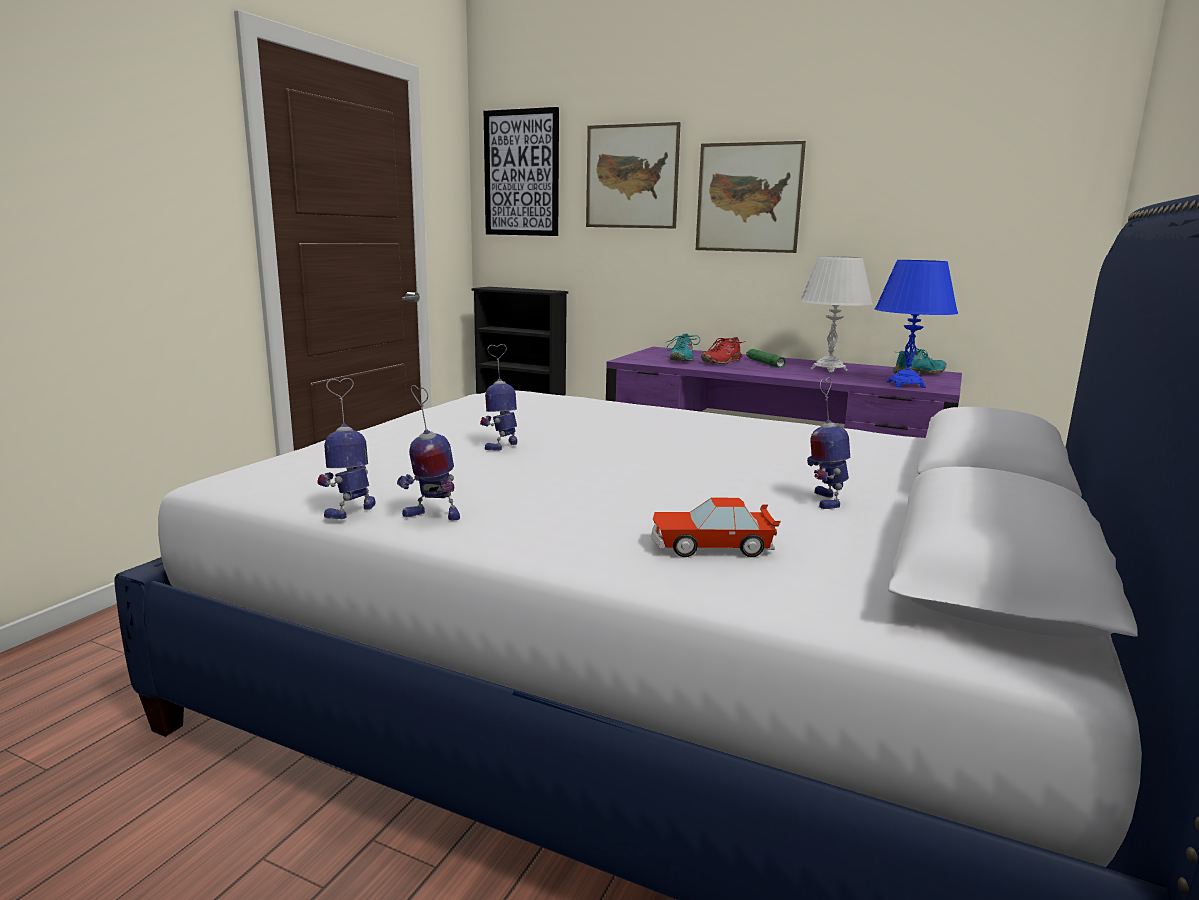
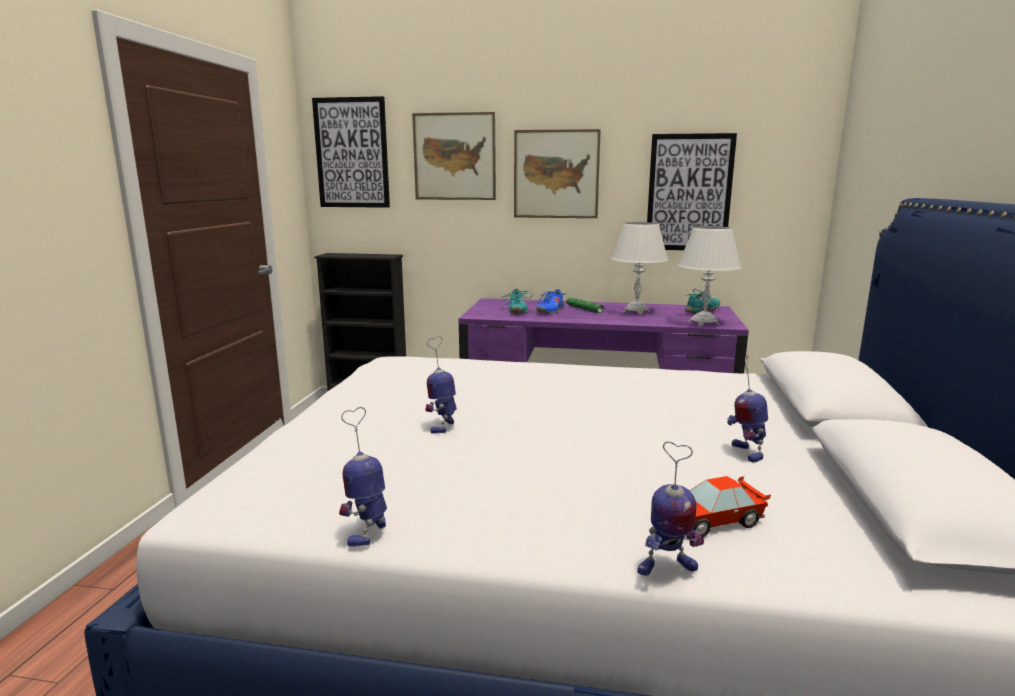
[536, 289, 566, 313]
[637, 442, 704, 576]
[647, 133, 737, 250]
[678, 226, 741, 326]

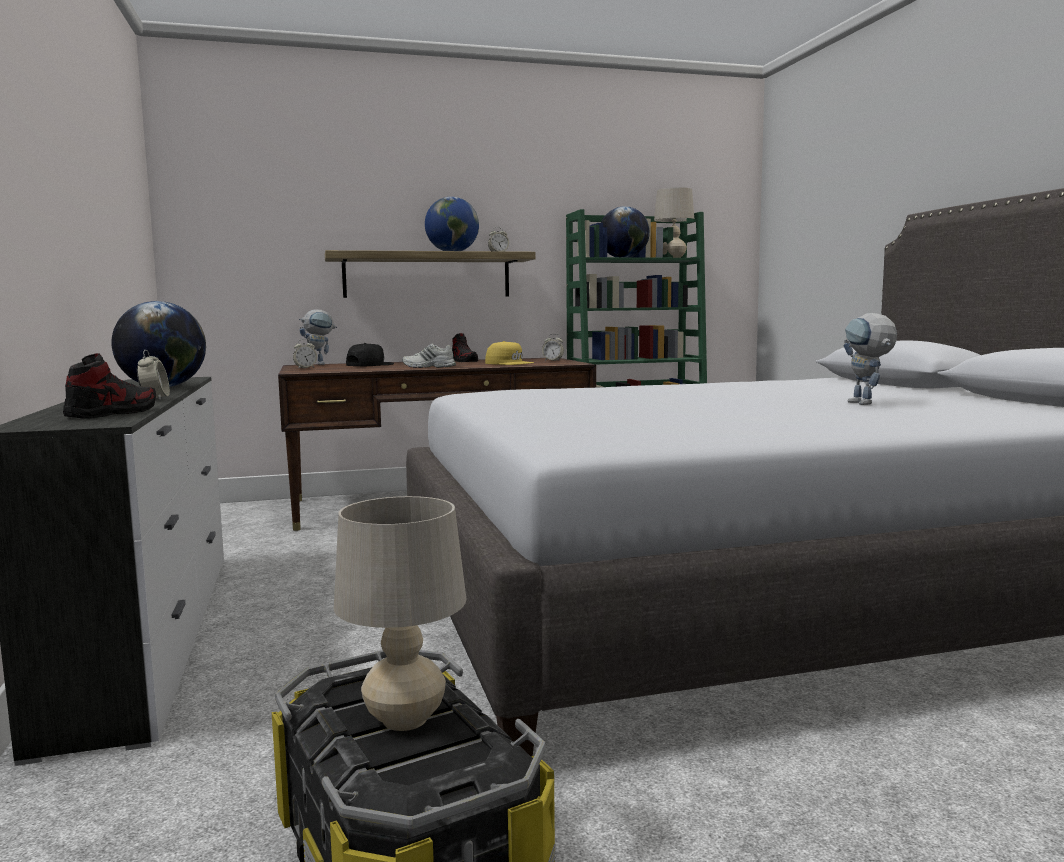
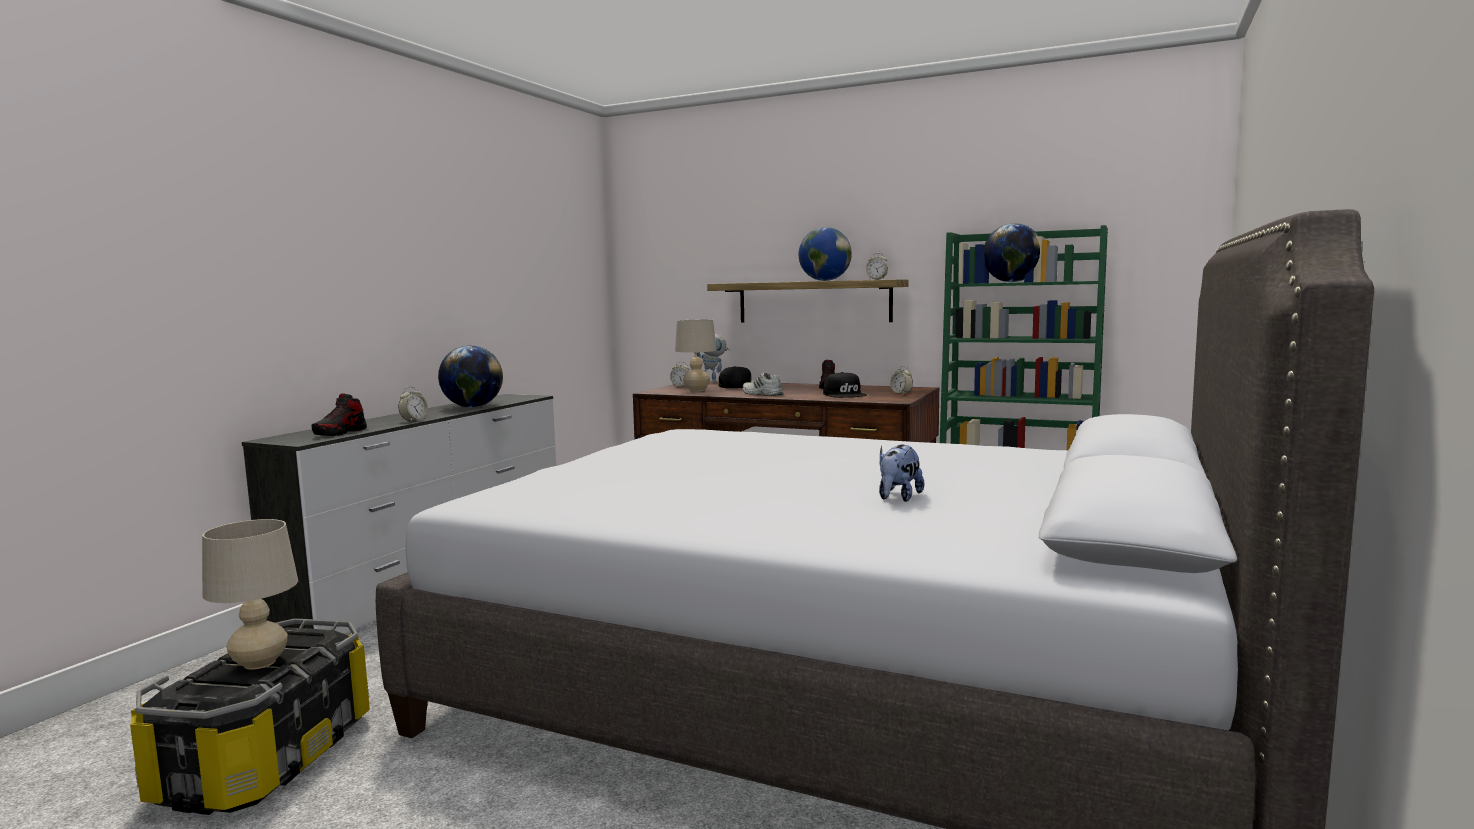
[312, 393, 367, 436]
[675, 319, 717, 392]
[823, 372, 867, 398]
[879, 444, 924, 502]

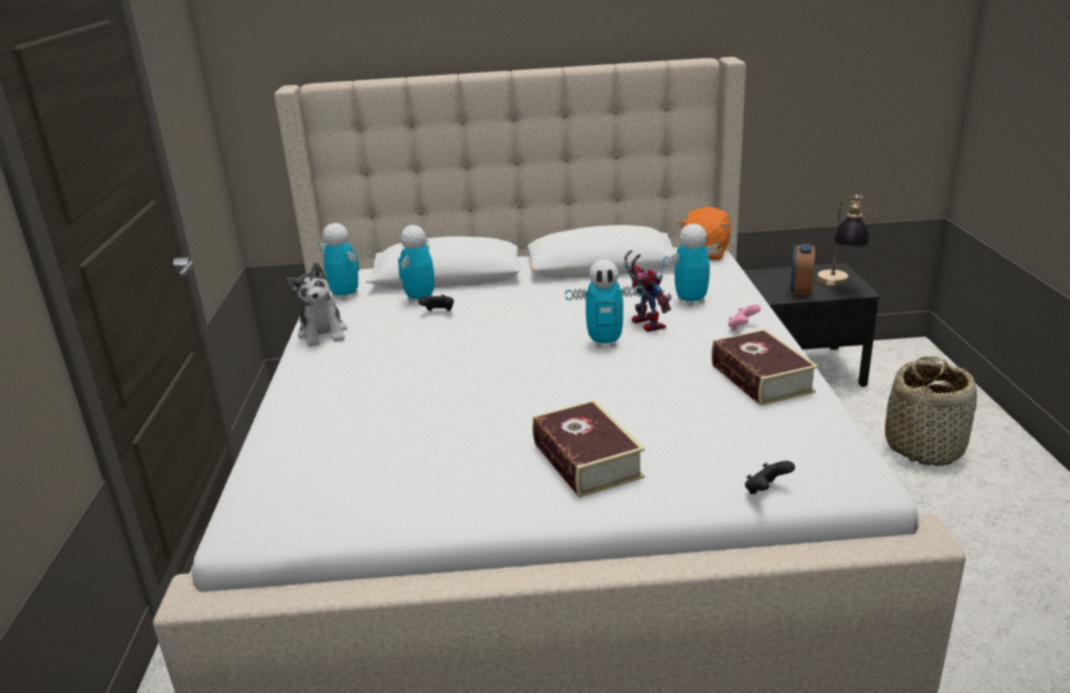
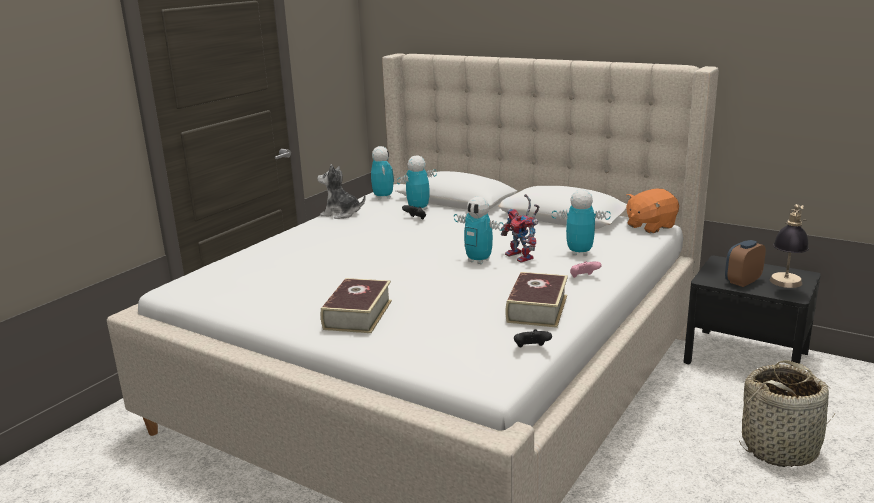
[317, 164, 366, 219]
[501, 194, 539, 263]
[514, 329, 552, 347]

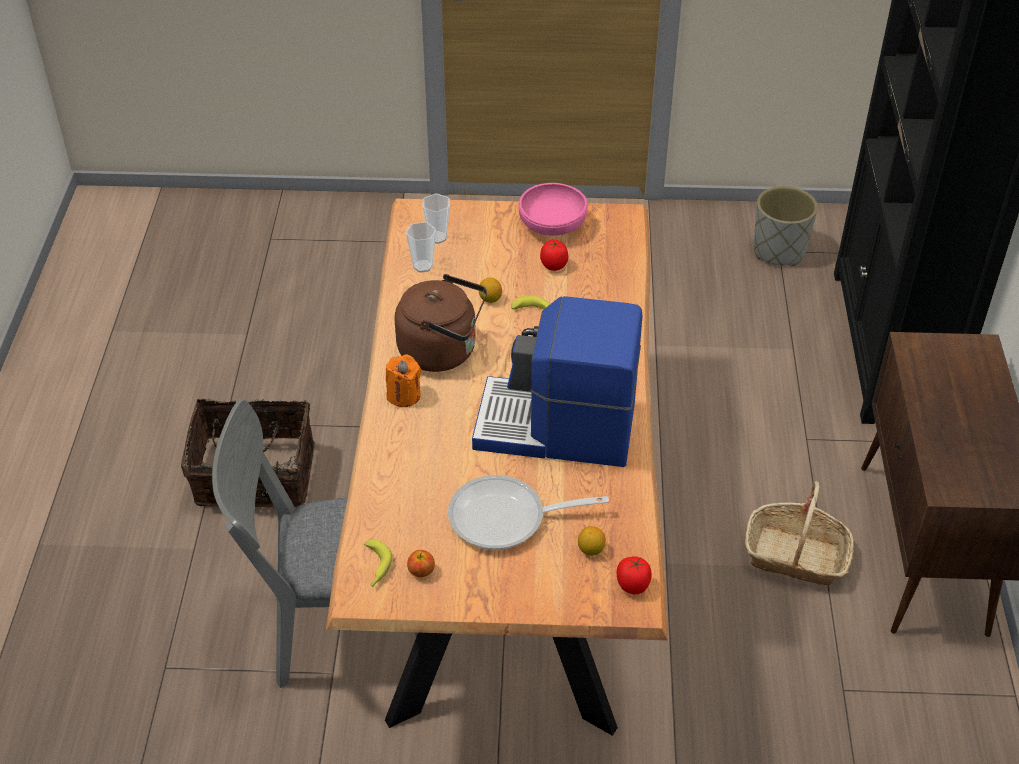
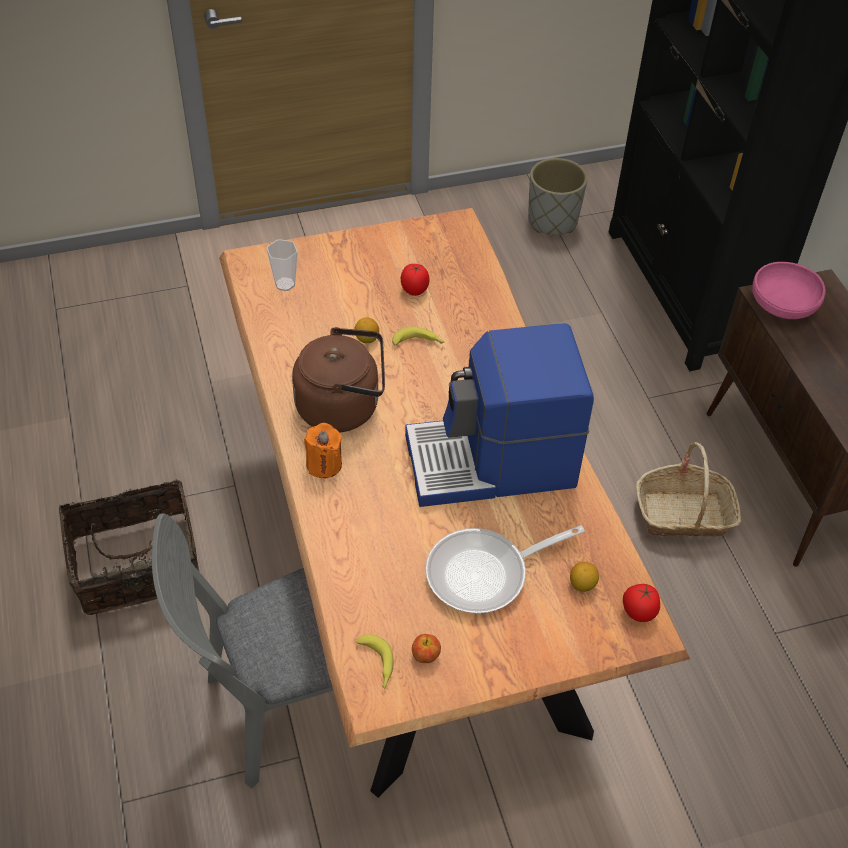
[752, 262, 826, 319]
[406, 222, 436, 273] (first image)

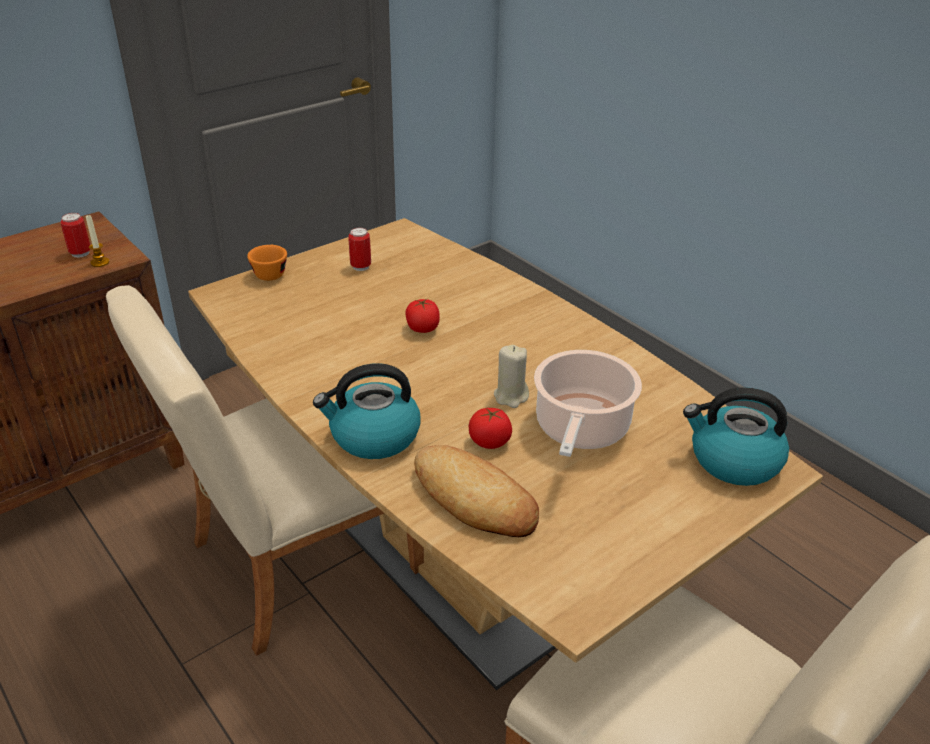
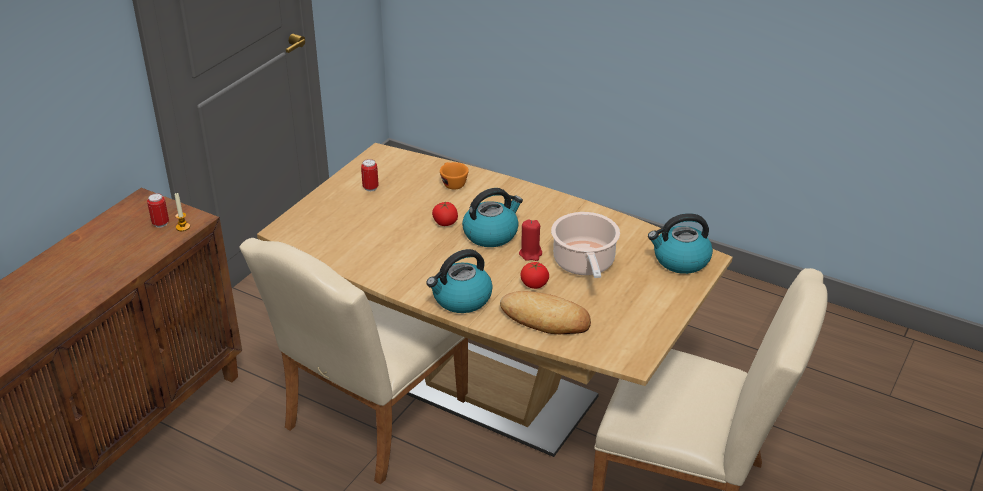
[440, 162, 469, 190]
[462, 188, 523, 247]
[519, 220, 542, 261]

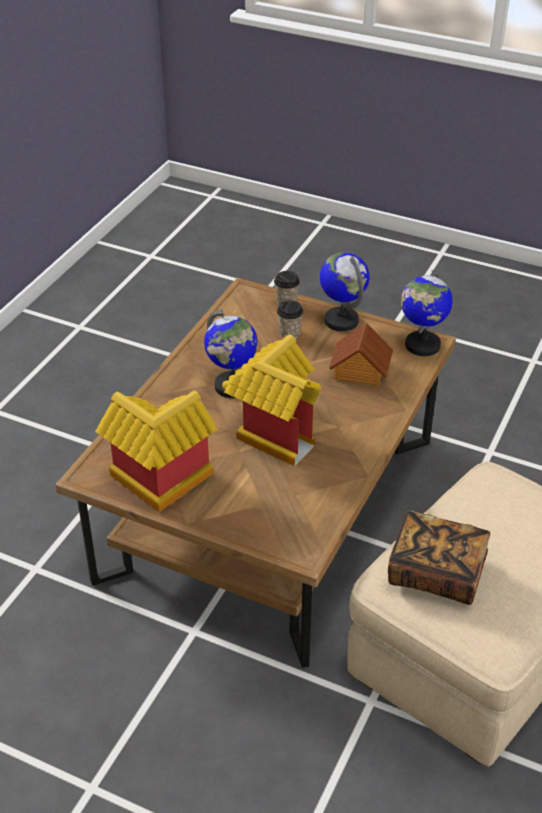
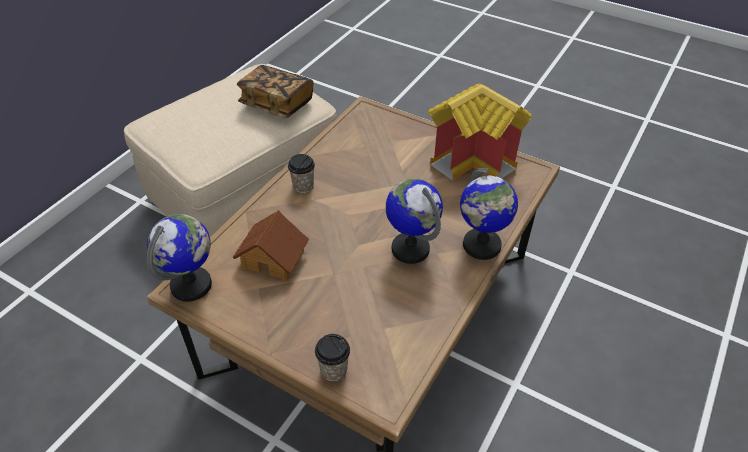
[288, 154, 315, 193]
[460, 168, 518, 260]
[222, 334, 321, 466] (first image)

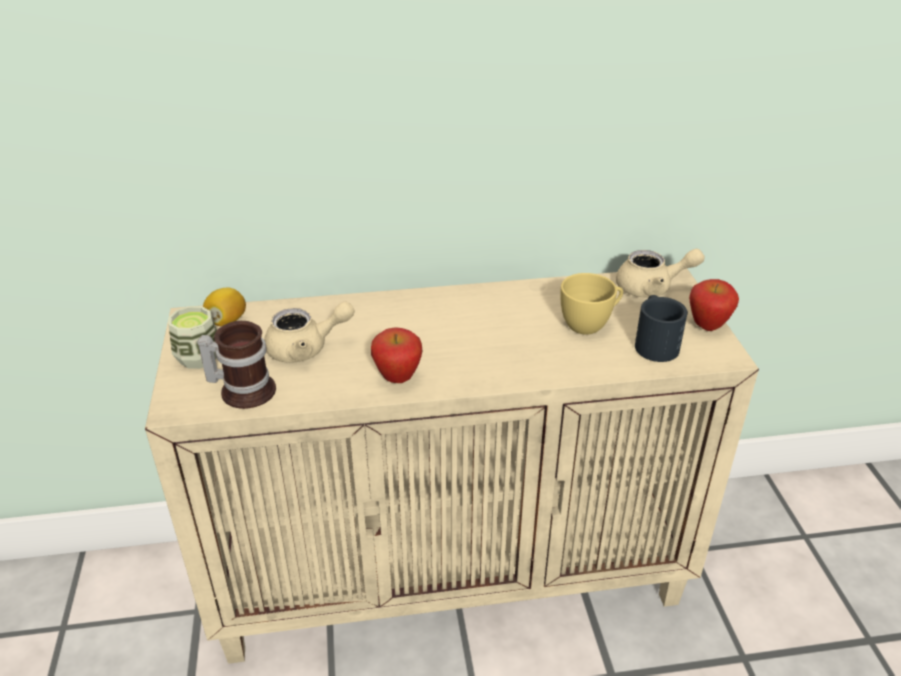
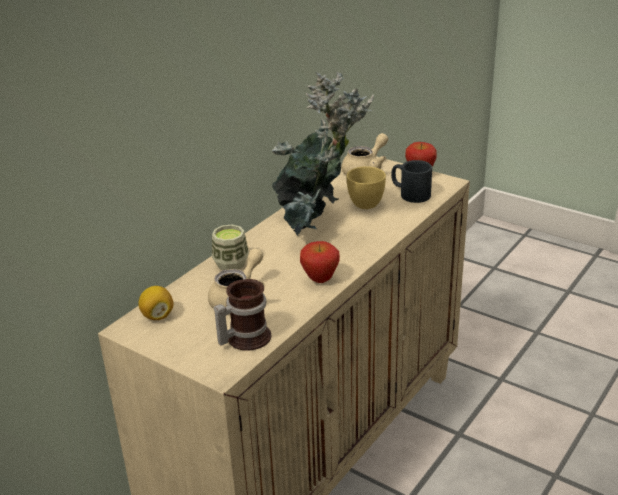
[212, 225, 249, 270]
[272, 72, 374, 236]

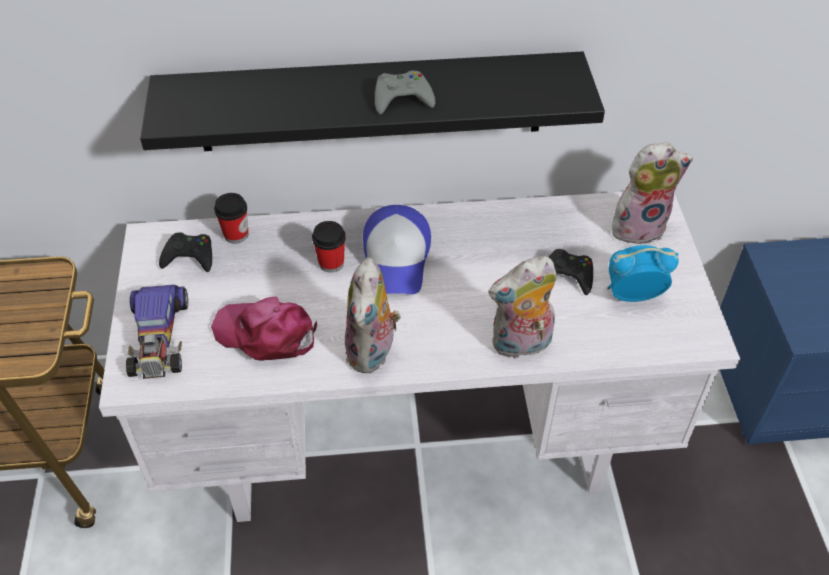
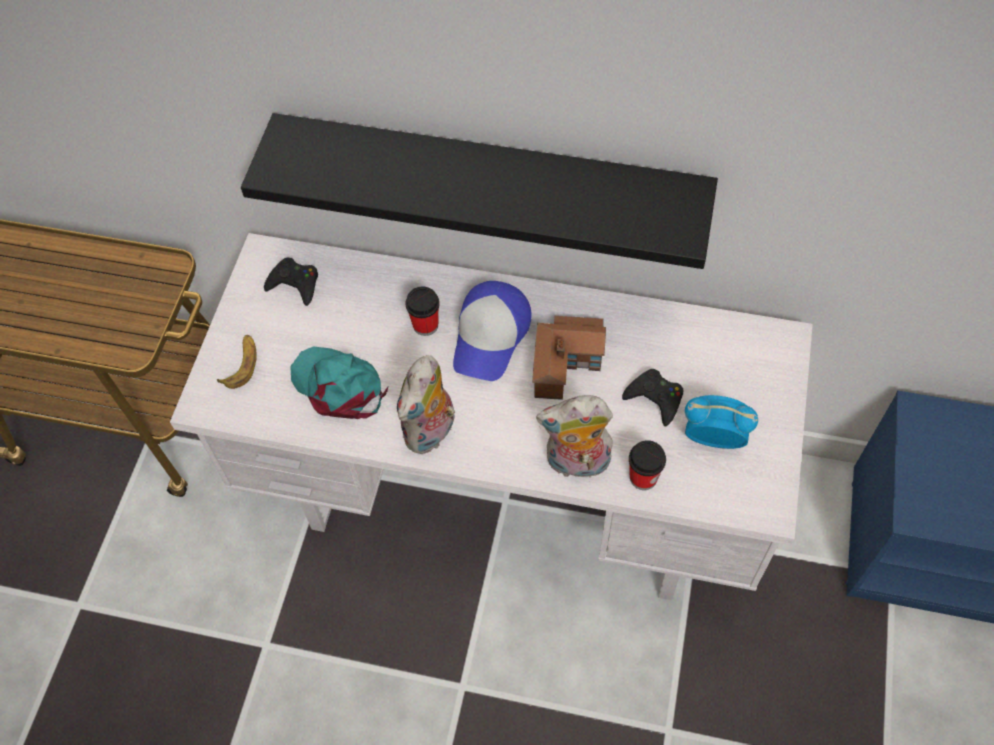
[217, 335, 256, 389]
[290, 347, 388, 419]
[532, 316, 606, 400]
[629, 440, 666, 490]
[375, 71, 435, 114] (first image)
[612, 142, 693, 244] (first image)

